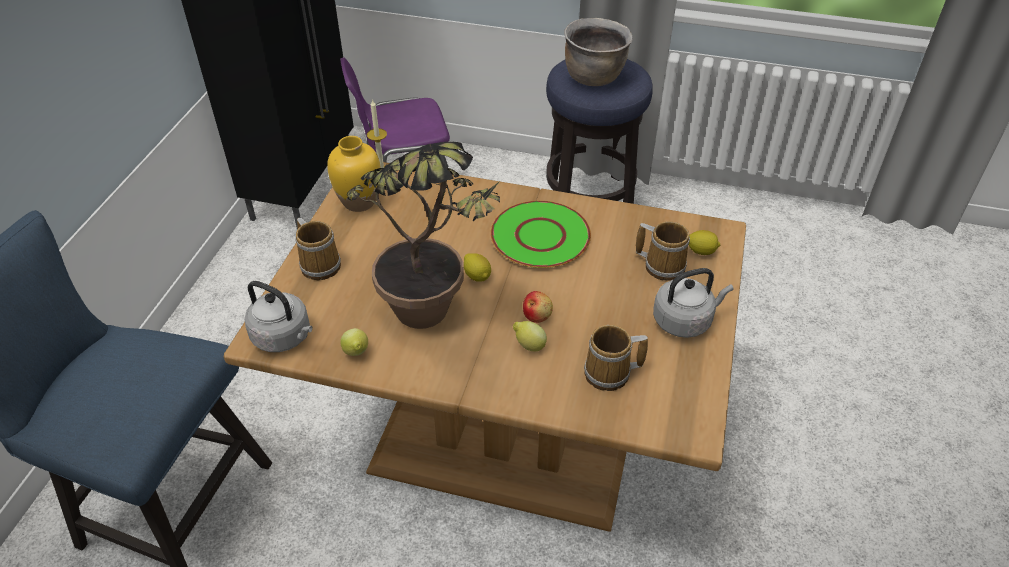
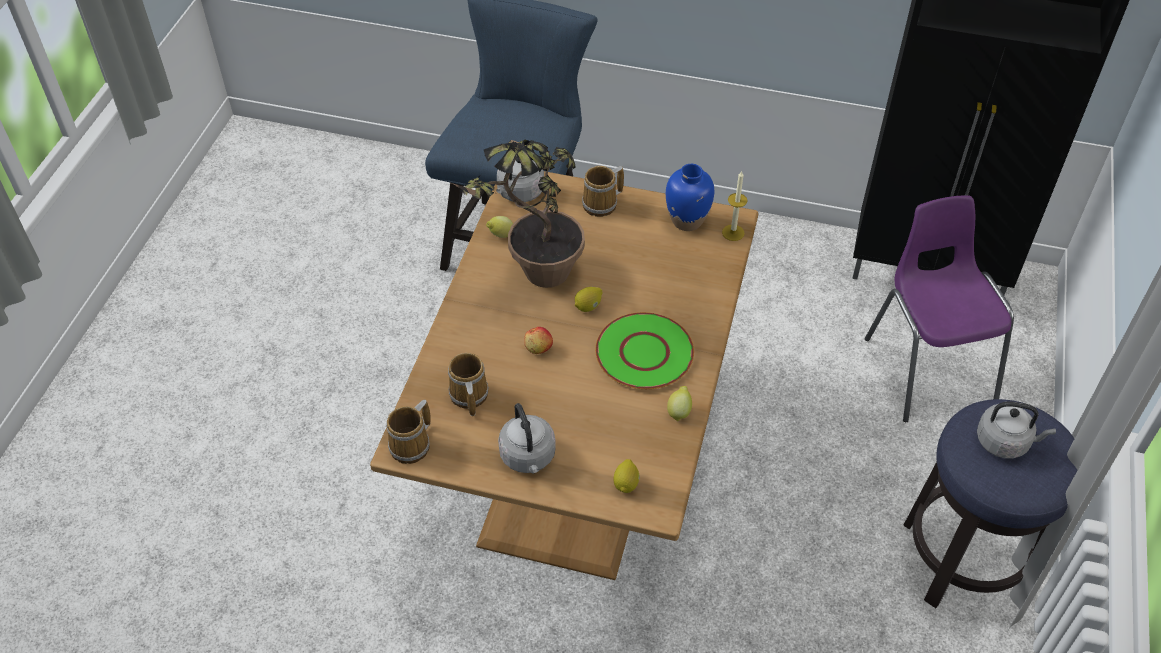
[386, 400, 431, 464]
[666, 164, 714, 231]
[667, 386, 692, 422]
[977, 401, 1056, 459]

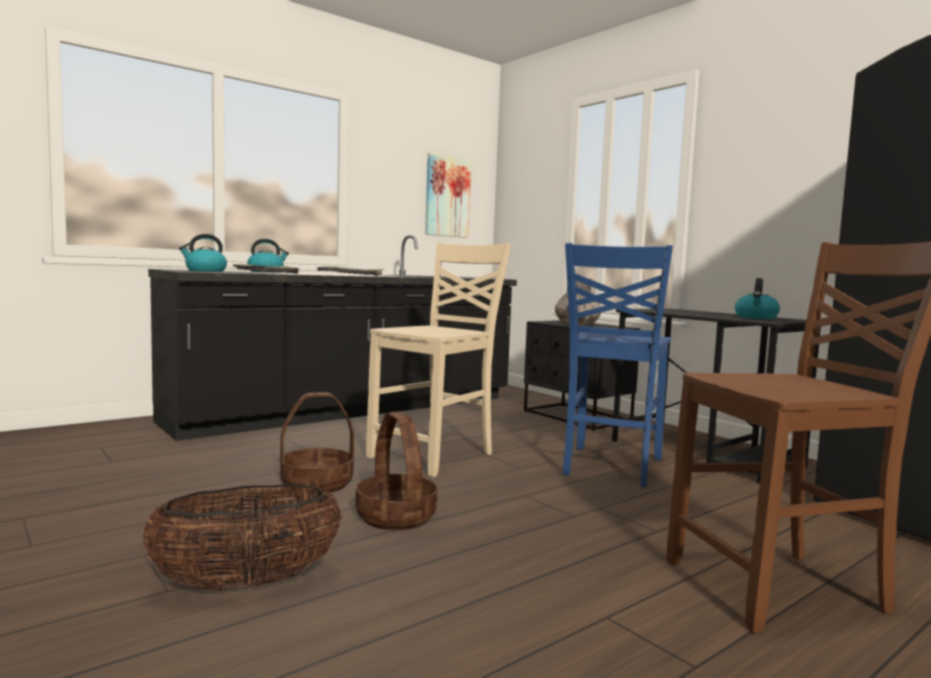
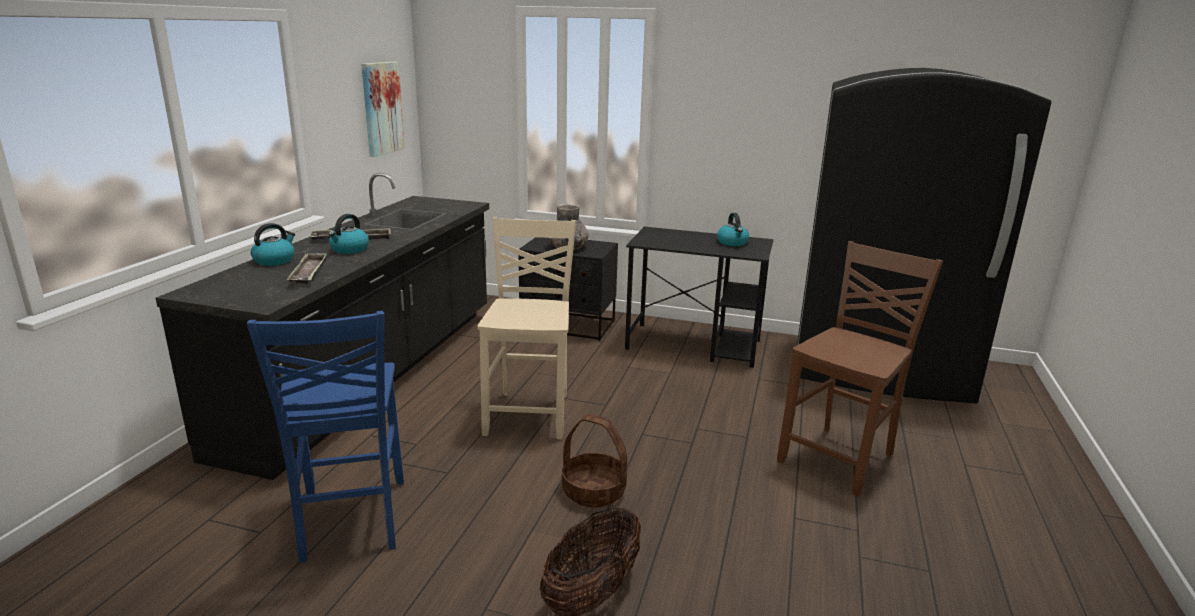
[247, 311, 404, 563]
[328, 214, 369, 254]
[280, 392, 354, 494] (first image)

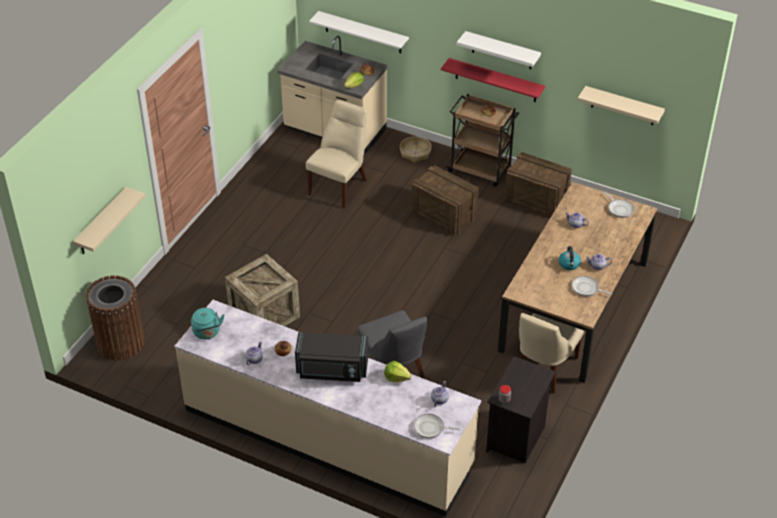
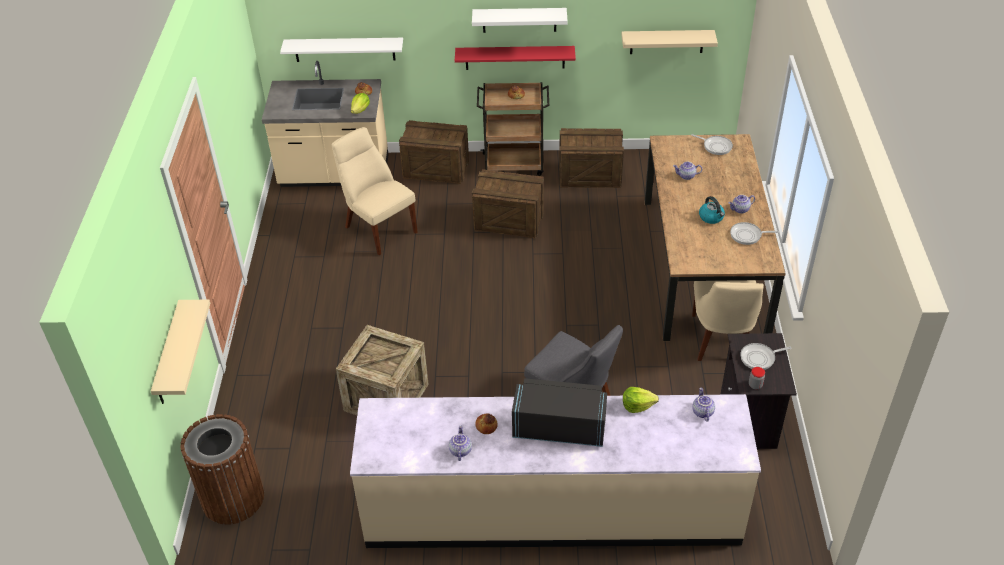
[332, 127, 417, 255]
[399, 120, 469, 184]
[512, 378, 607, 447]
[740, 343, 791, 370]
[191, 308, 224, 340] (first image)

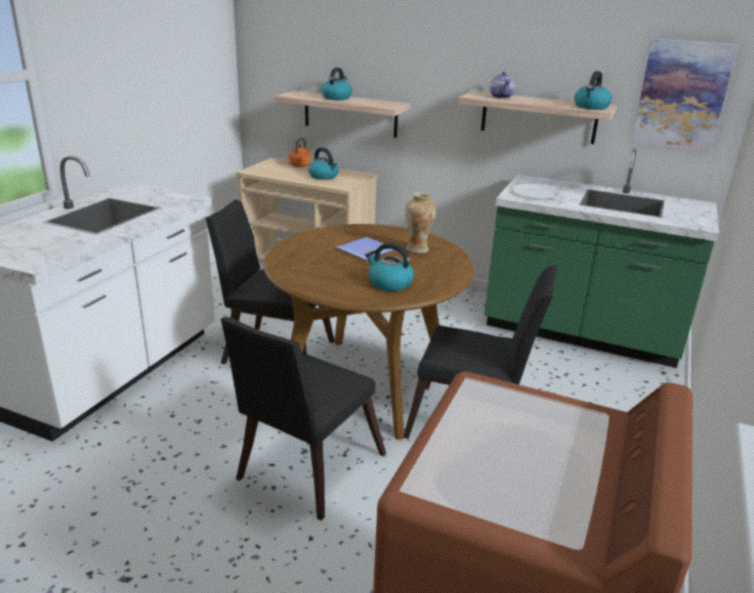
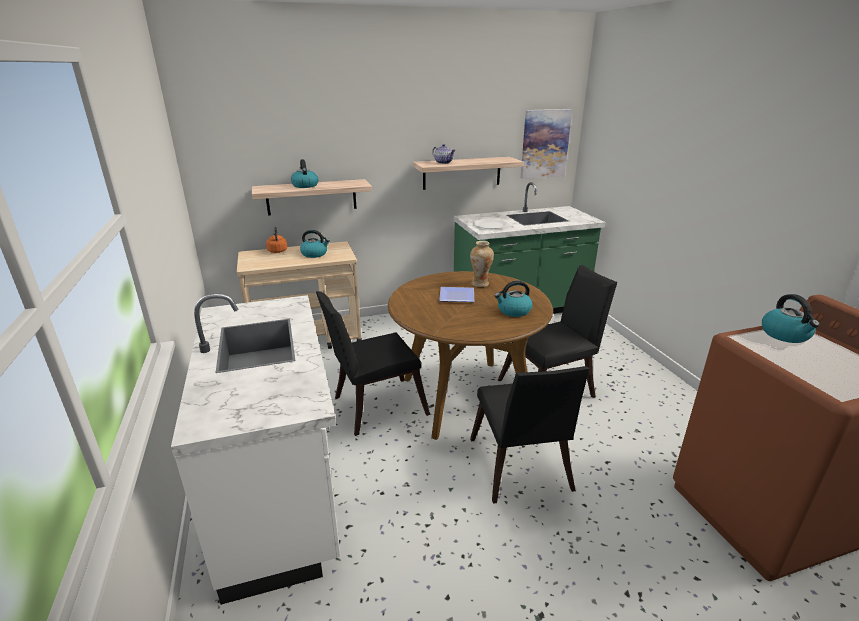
[762, 294, 820, 343]

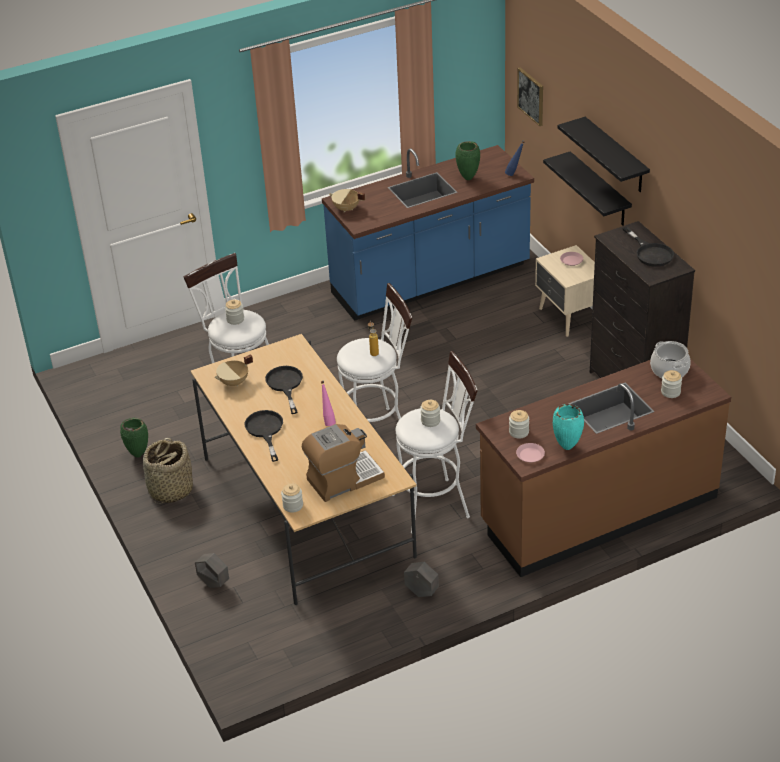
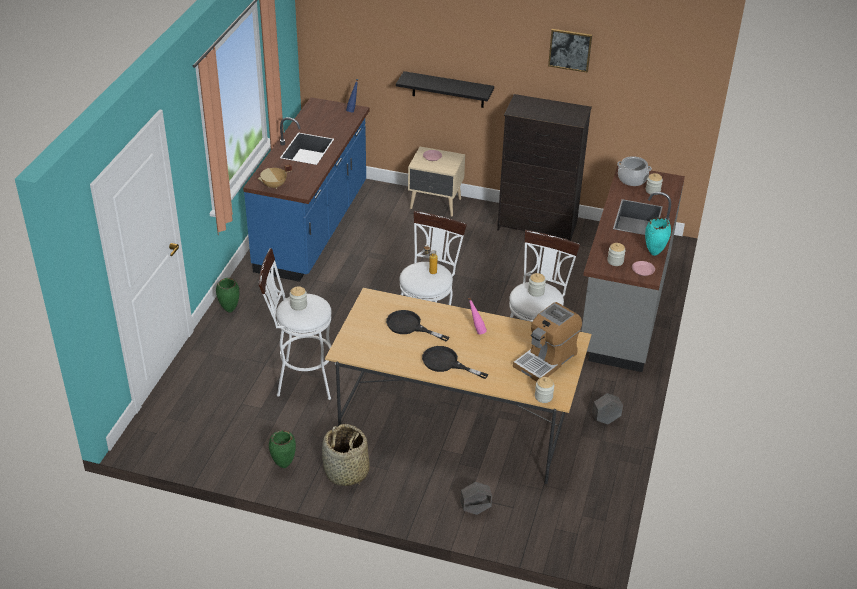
[216, 278, 239, 312]
[513, 302, 582, 382]
[548, 29, 592, 73]
[581, 165, 685, 372]
[214, 354, 253, 387] (first image)
[557, 117, 650, 192] (first image)
[622, 226, 674, 267] (first image)

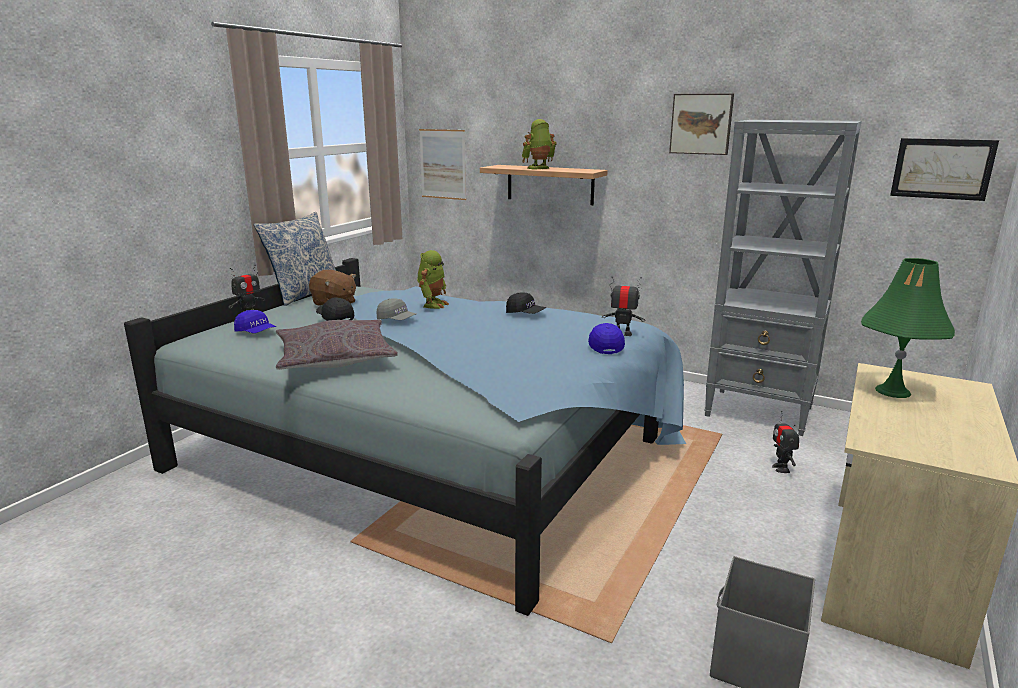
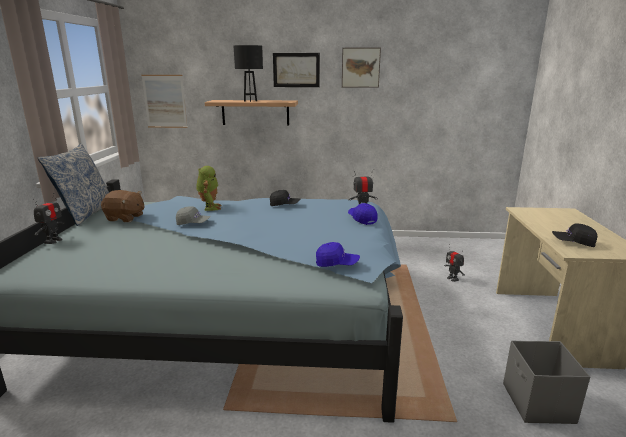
[234, 45, 263, 102]
[273, 53, 320, 87]
[316, 242, 360, 267]
[552, 223, 597, 247]
[276, 320, 398, 370] (first image)
[704, 120, 862, 436] (first image)
[861, 258, 955, 398] (first image)

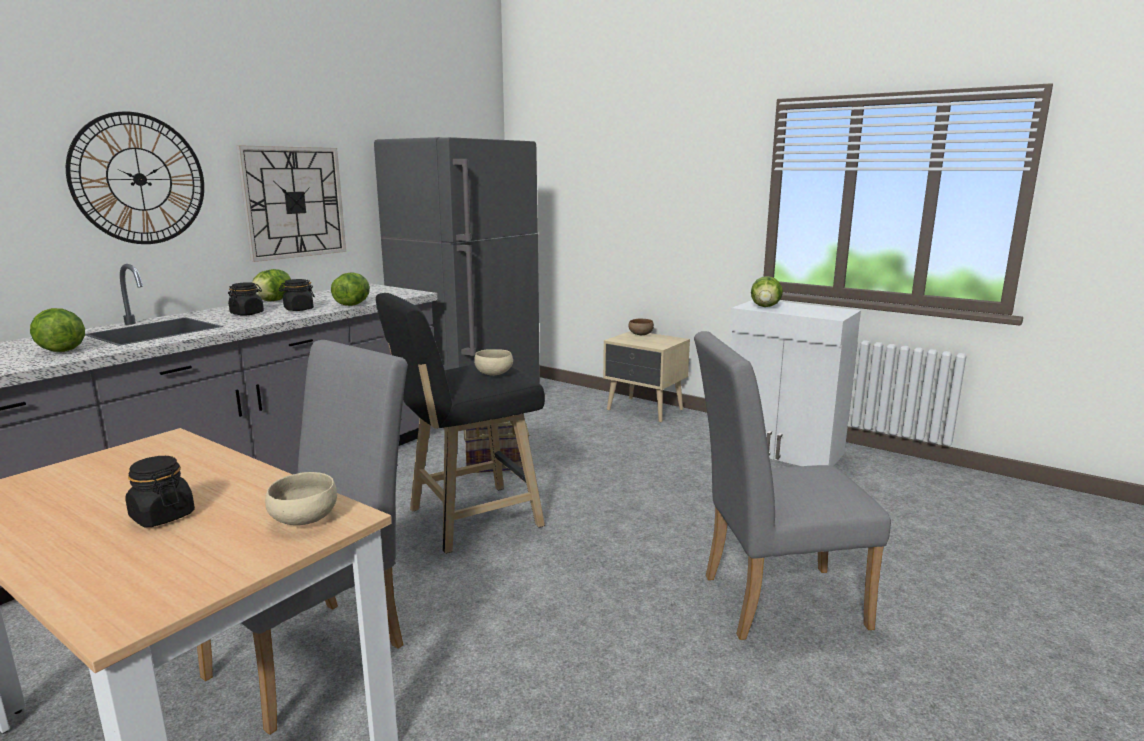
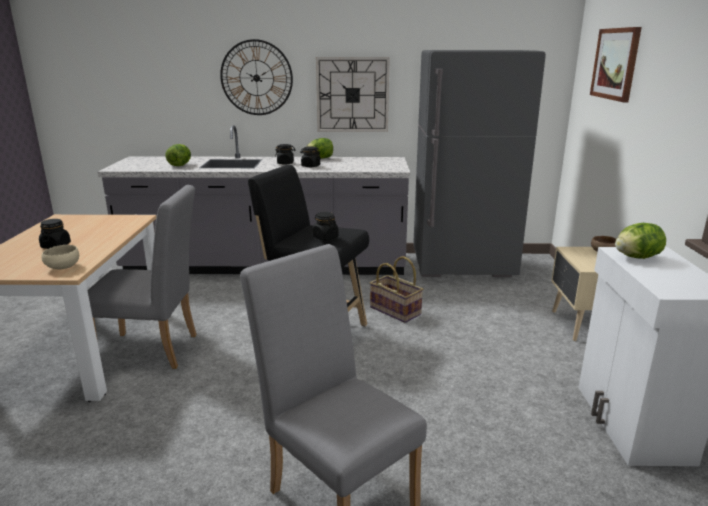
[313, 212, 339, 240]
[590, 27, 642, 102]
[331, 273, 370, 306] (first image)

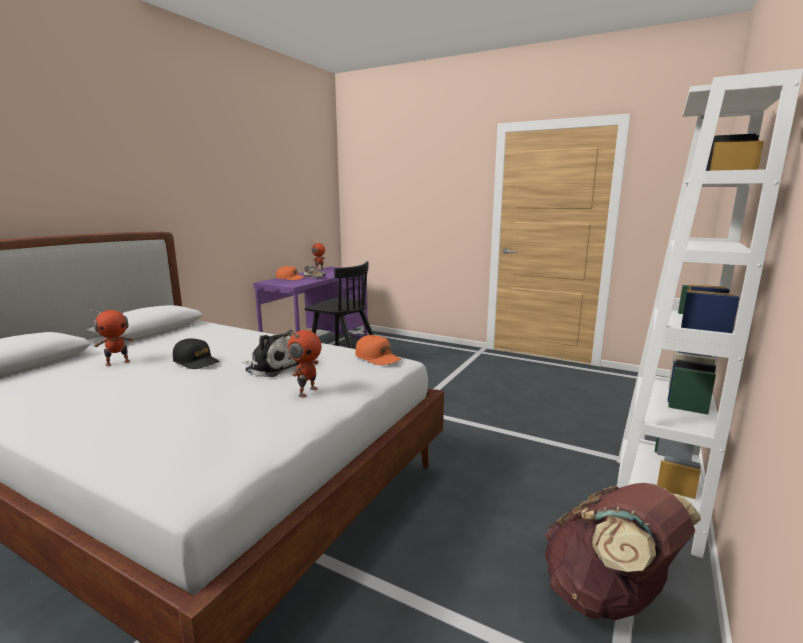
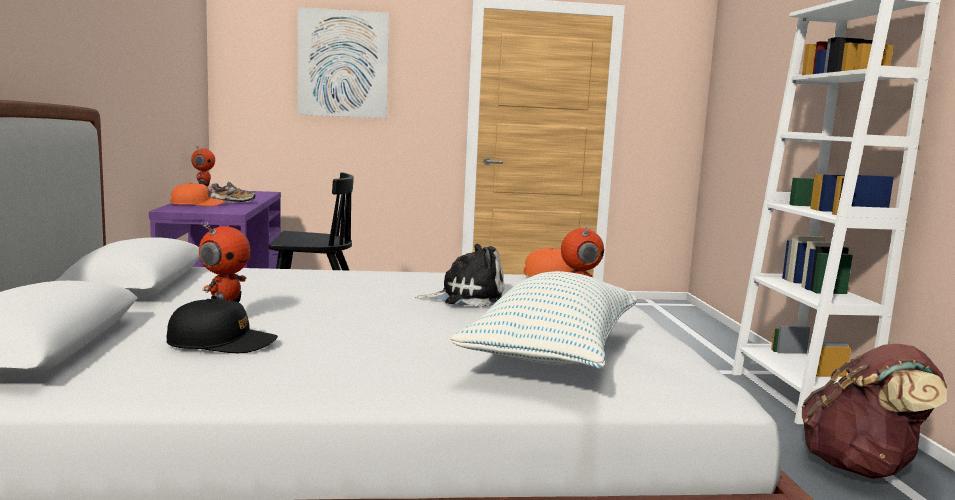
[167, 299, 278, 353]
[297, 7, 389, 119]
[450, 271, 637, 369]

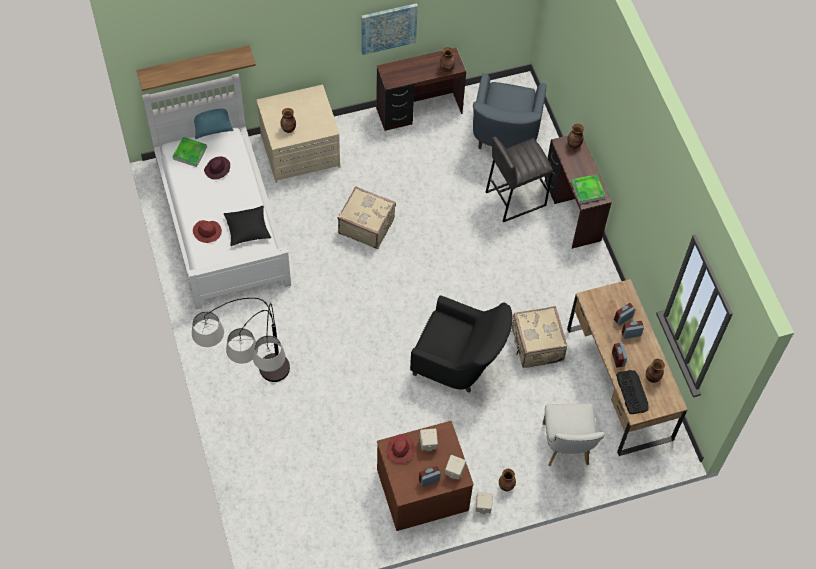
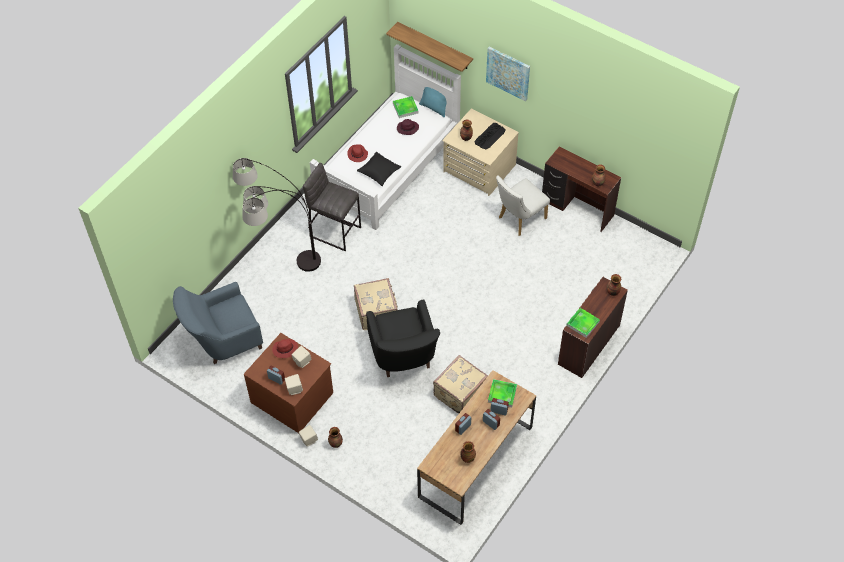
[173, 282, 263, 364]
[303, 163, 361, 251]
[354, 278, 398, 330]
[474, 123, 505, 149]
[486, 47, 530, 101]
[488, 379, 517, 407]
[496, 176, 550, 236]

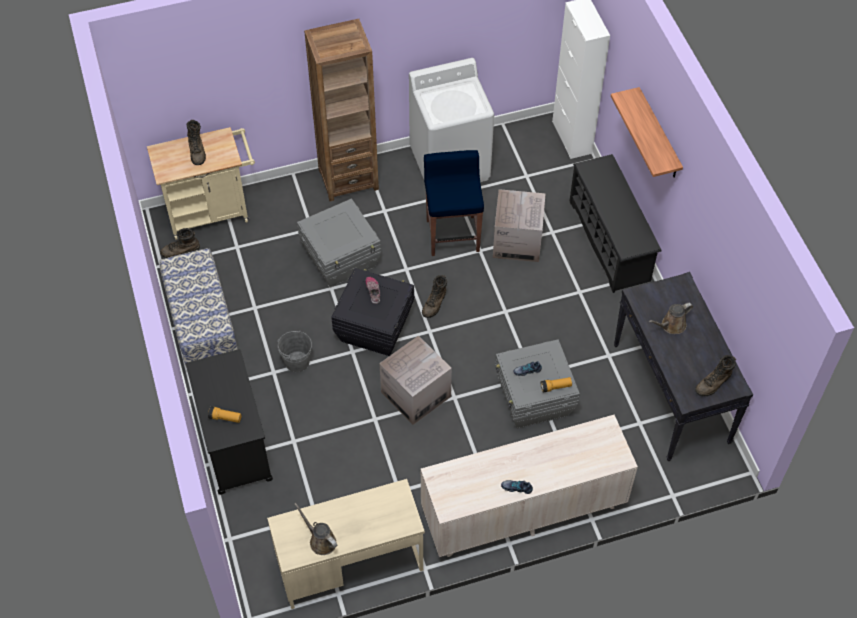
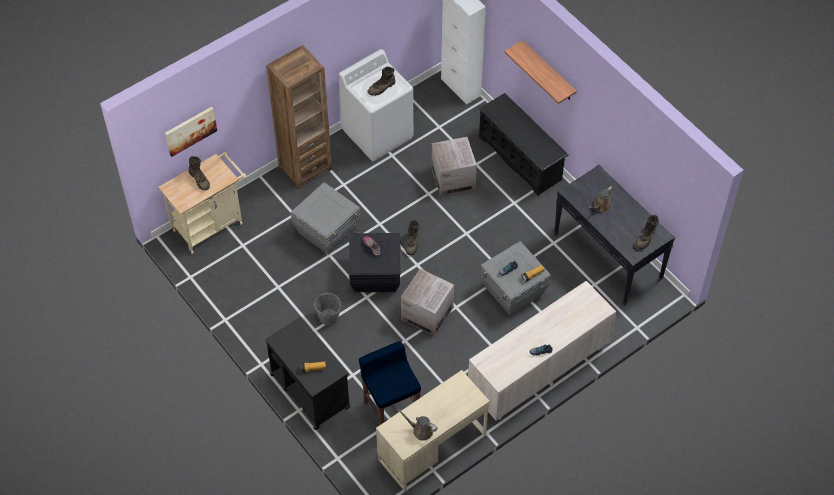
[165, 107, 217, 157]
[359, 341, 421, 425]
[368, 66, 395, 96]
[159, 248, 238, 367] (first image)

